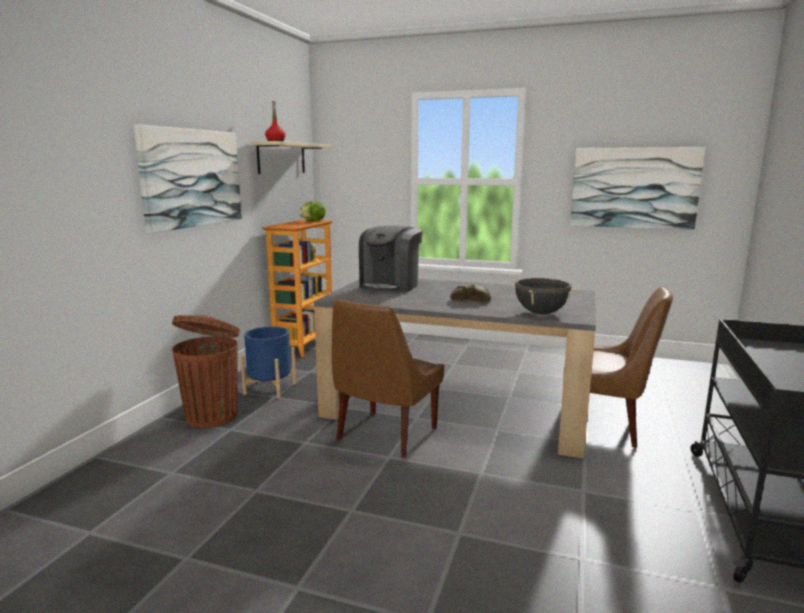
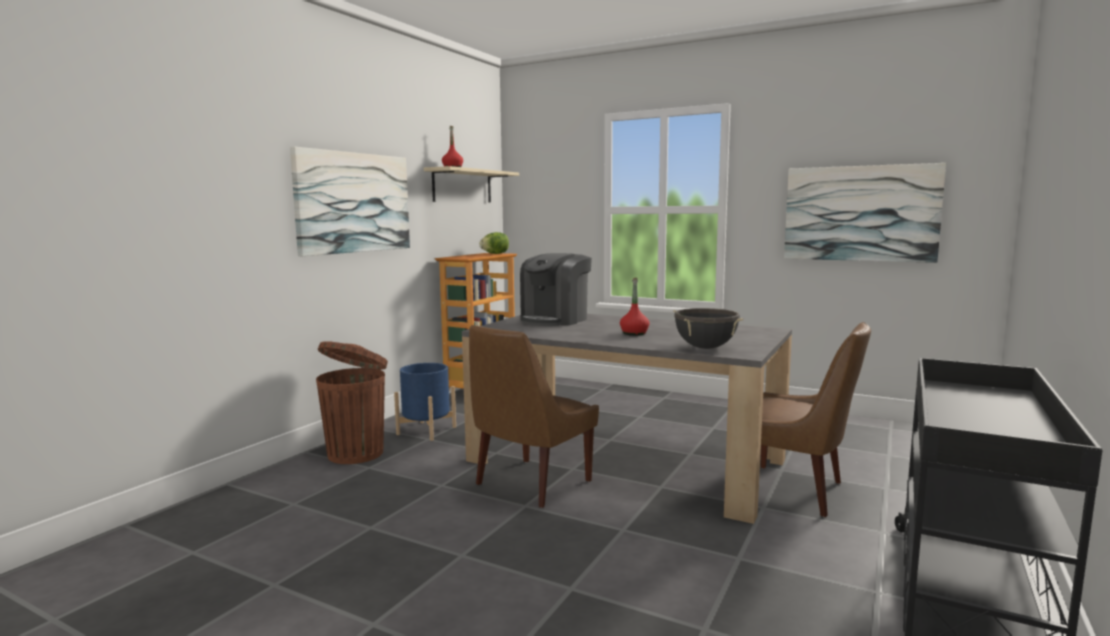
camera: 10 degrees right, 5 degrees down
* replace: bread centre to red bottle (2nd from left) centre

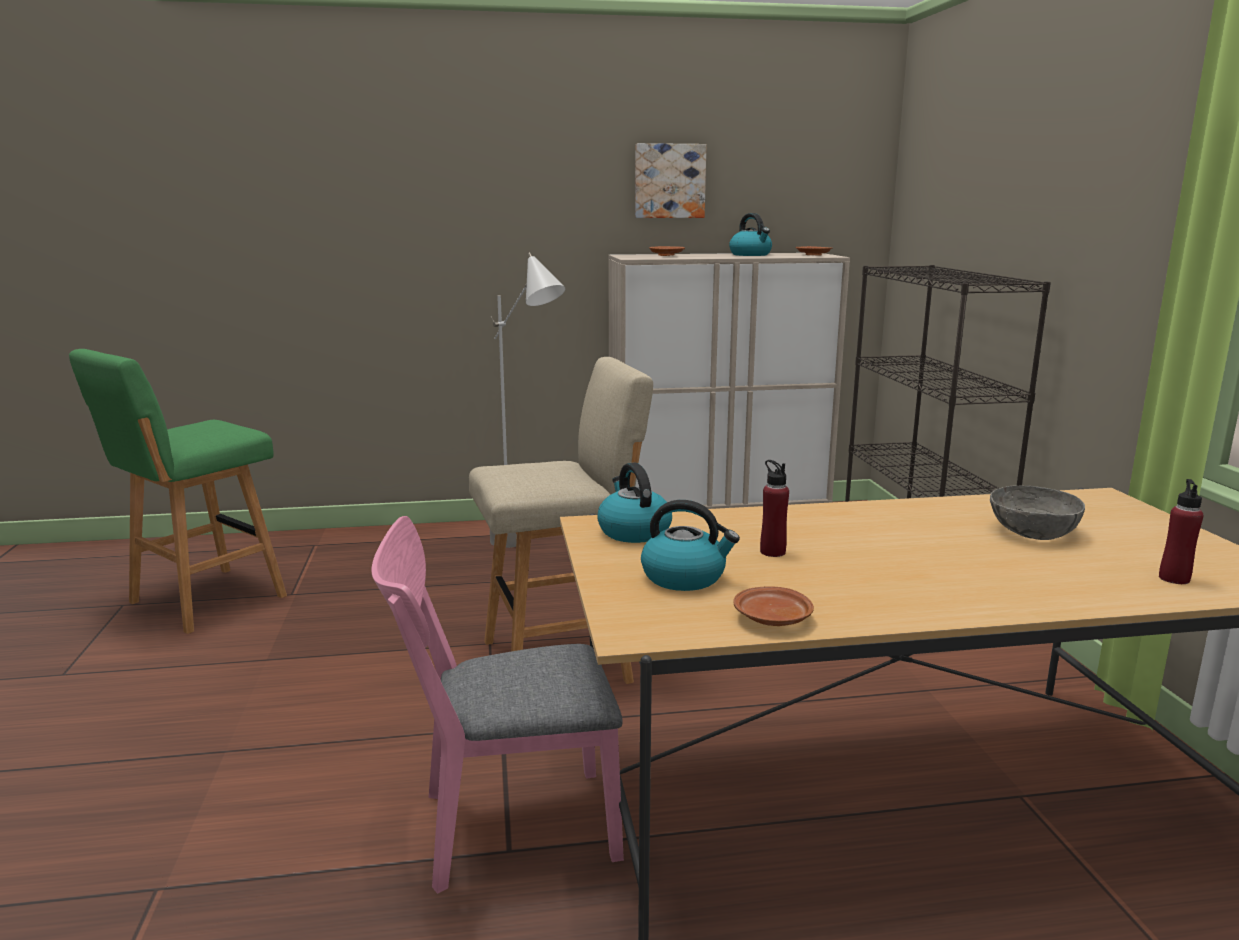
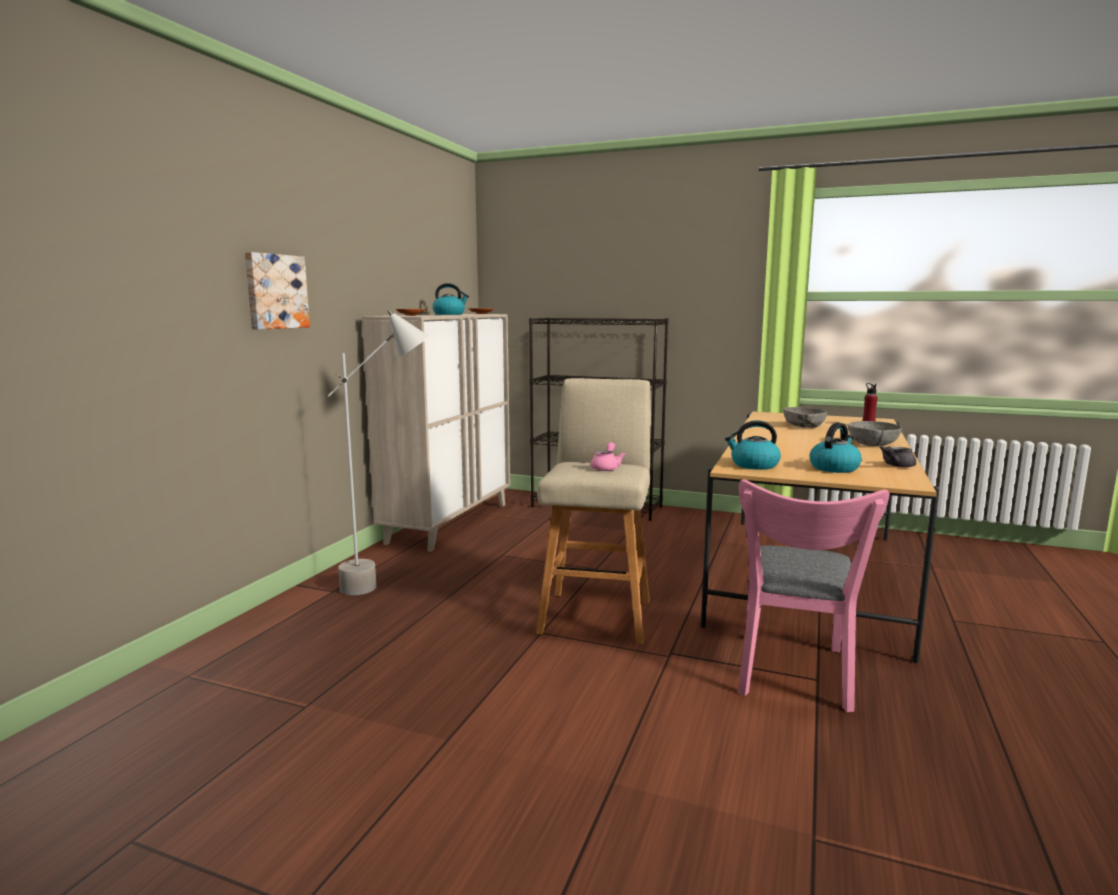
camera: 60 degrees left, 5 degrees down
* move: picture top centre to top left
* insert: pink teapot centre
* insert: grey bowl (2nd from left) middle right
* replace: brown plate (2nd from left) centre to grey teapot middle right
* delete: green stool middle left
* delete: red bottle (1st from left) centre

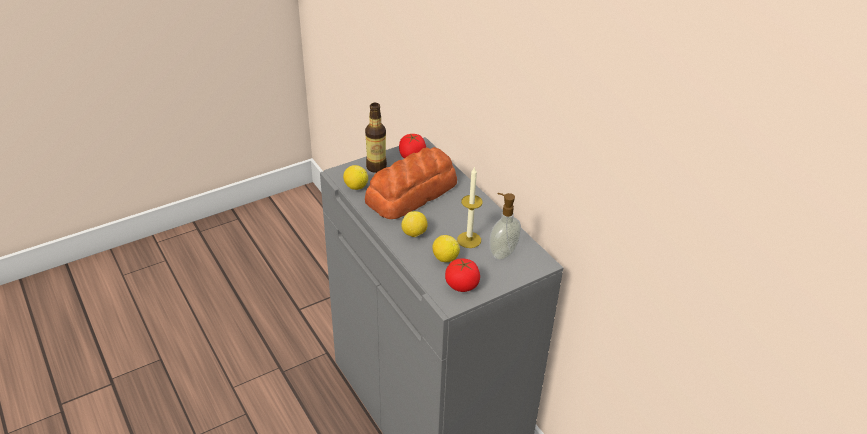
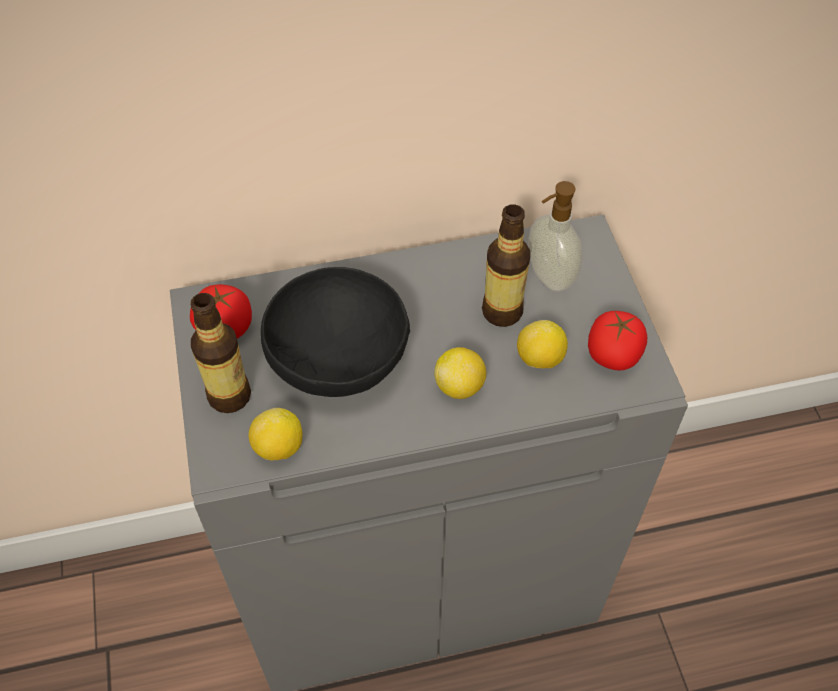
camera: 70 degrees left, 15 degrees up
* replace: bread centre to black bowl centre
* replace: candle centre to bottle (2nd from left) centre

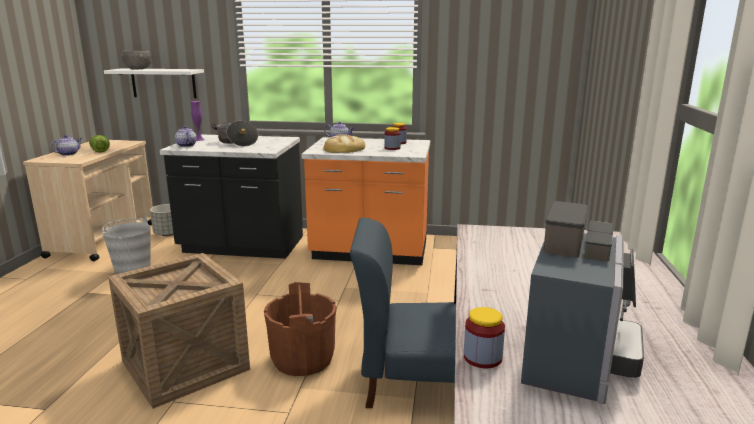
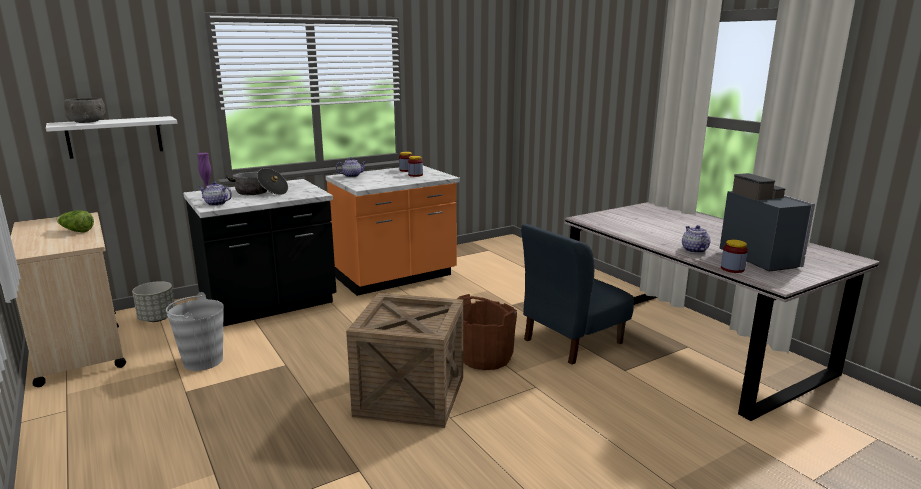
camera: 40 degrees left, 0 degrees up
* move: teapot (1st from left in the first image) middle left to teapot (3rd from left) middle right
* delete: bread centre

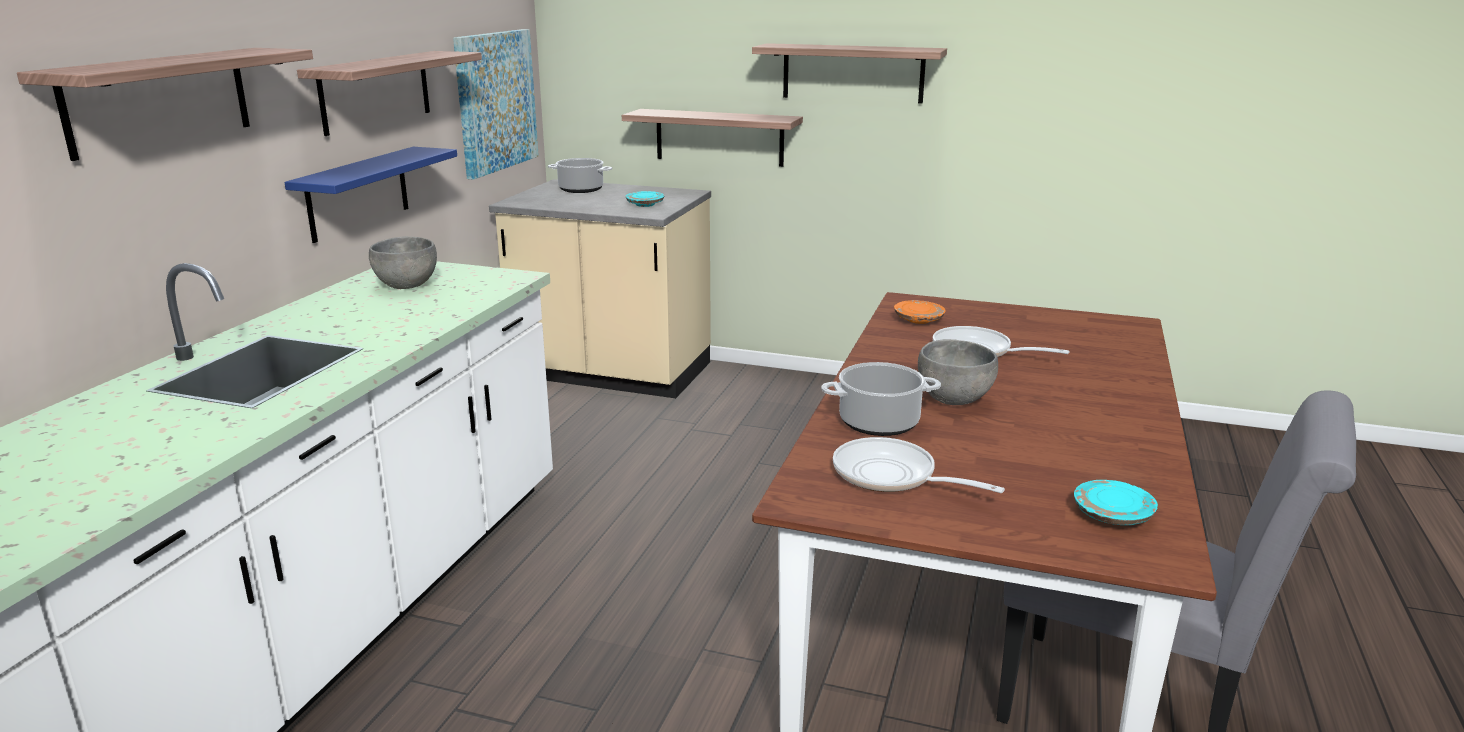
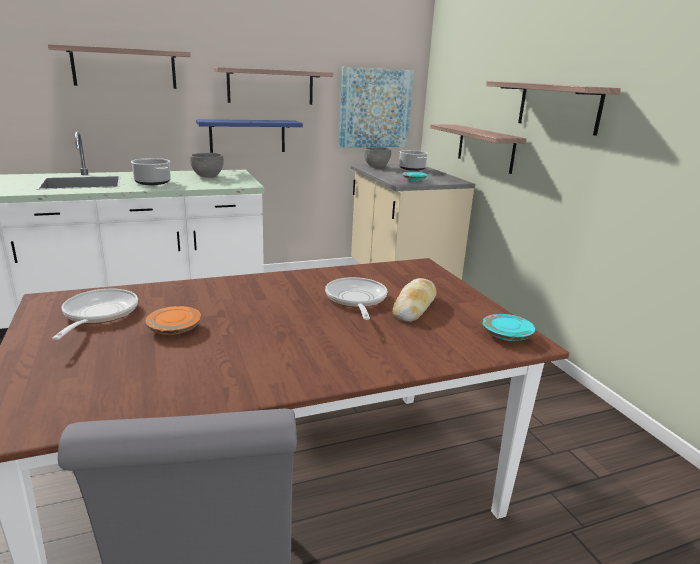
camera: 50 degrees right, 0 degrees up
* move: cooking pot (2nd from left in the first image) centre to cooking pot (1st from left) top left
* move: orange plate centre to middle left
* move: grey bowl (2nd from left) centre to top centre
* insert: bread centre
* move: turquoise plate (2nd from left) bottom right to middle right

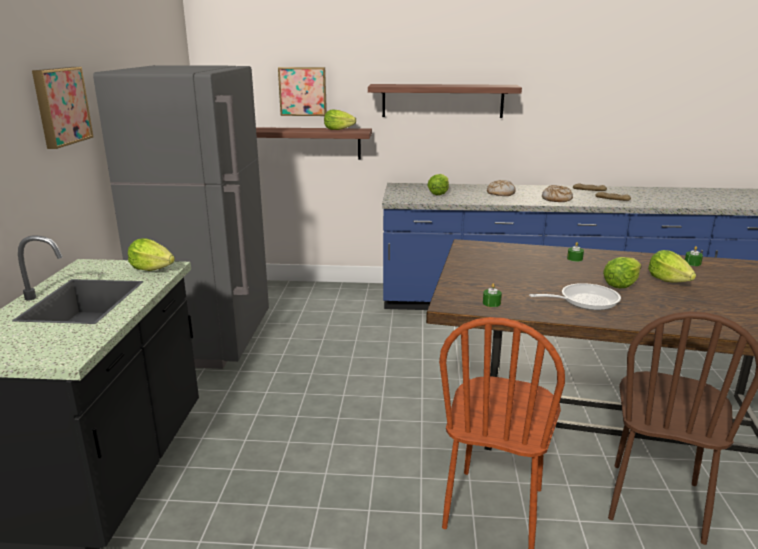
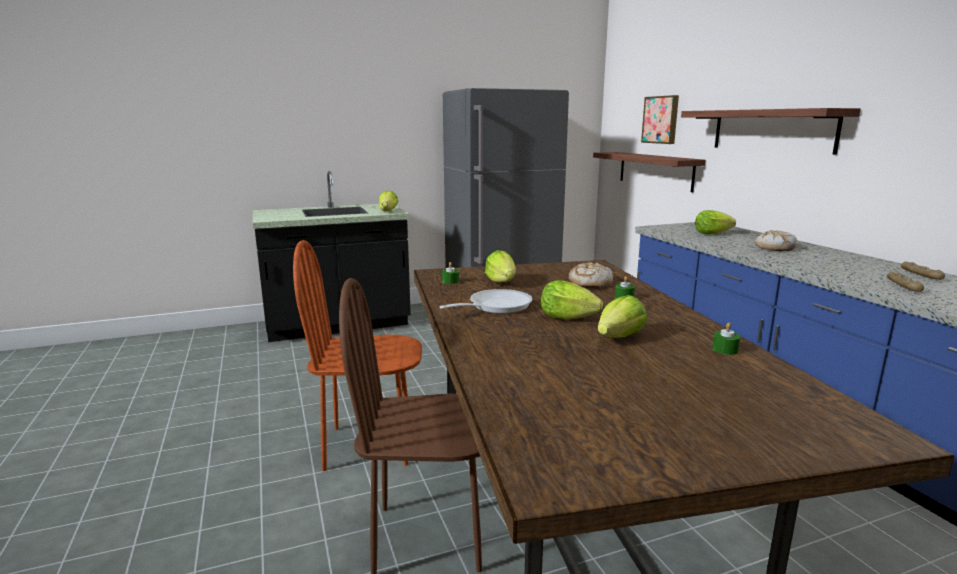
camera: 65 degrees right, 5 degrees down
* rotate: frying pan middle right = centre 90 degrees counterclockwise
* move: lettuce (2nd from left) top centre to centre
* move: bread (2nd from left in the first image) middle right to bread (1st from left) centre
* delete: picture (1st from left) top left

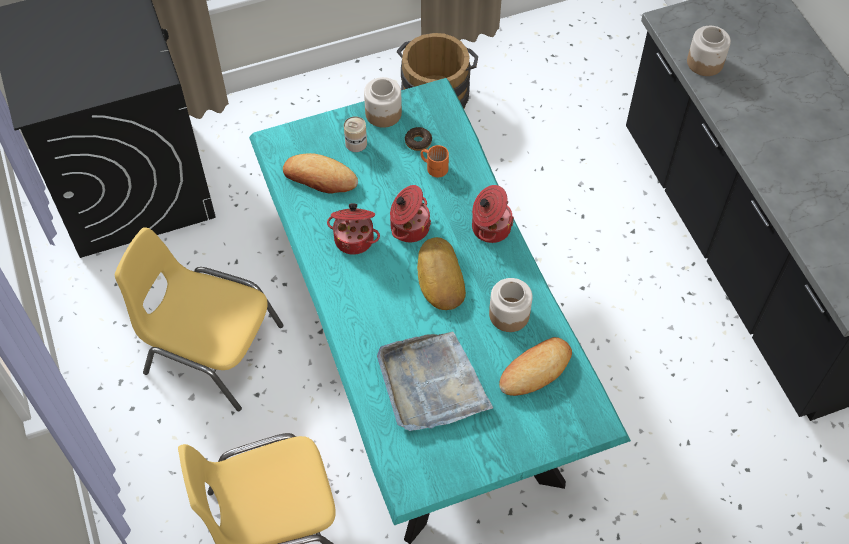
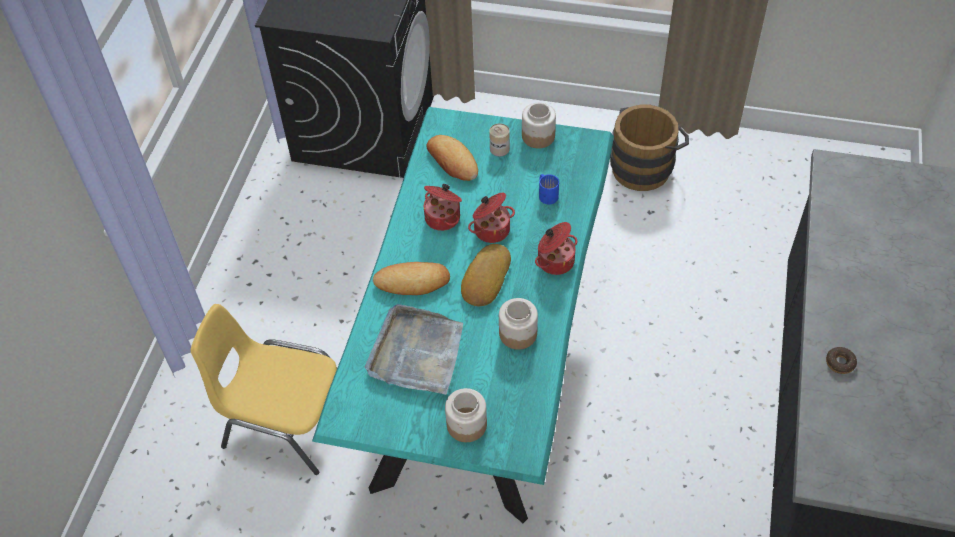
camera: 35 degrees right, 5 degrees down
* move: bread (3rd from left in the first image) bottom centre to bread (1st from left) centre
* move: jar (3rd from left in the first image) top right to jar (1st from left) bottom centre
* recolor: orange mug top centre to blue mug centre
* move: donut top centre to bottom right
* delete: yellow chair (1st from left) middle left

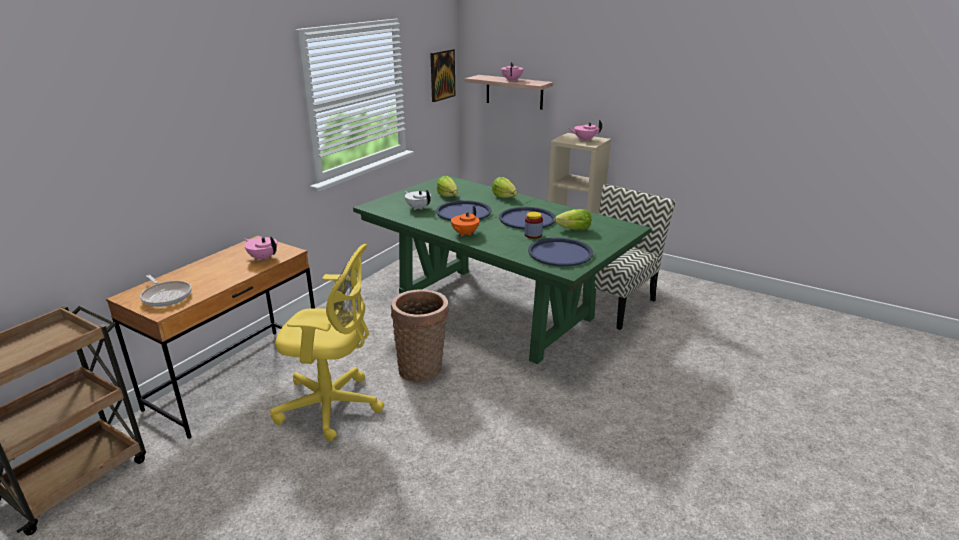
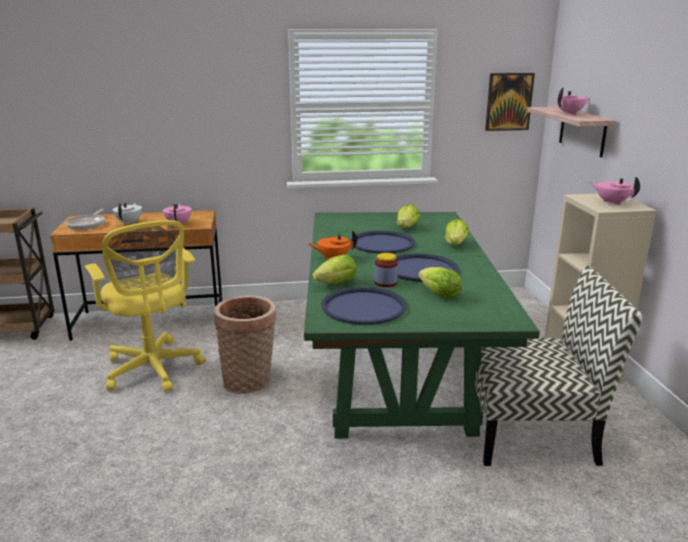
camera: 50 degrees right, 5 degrees down
* move: white teapot centre to middle left
* insert: lettuce (1st from left) centre

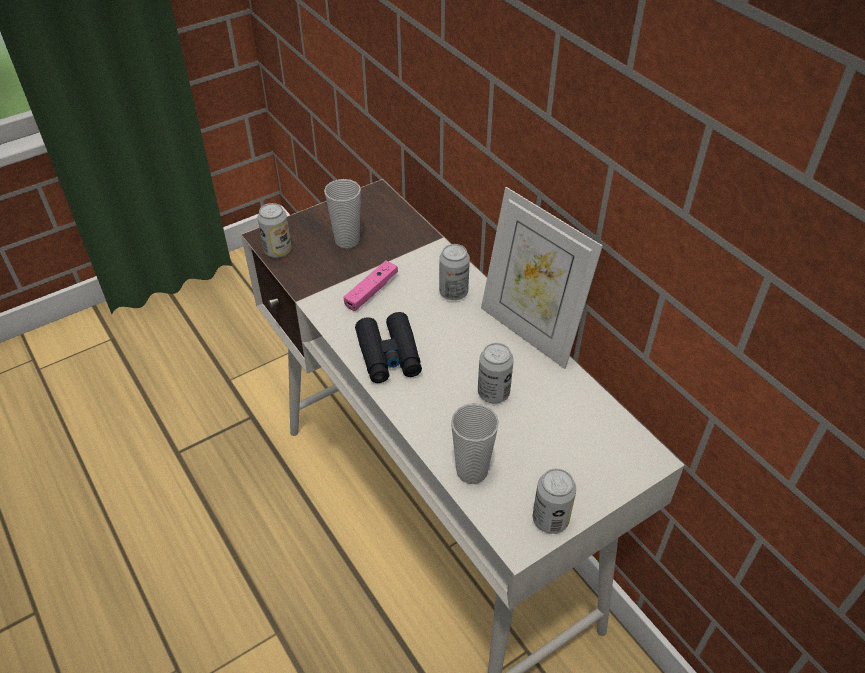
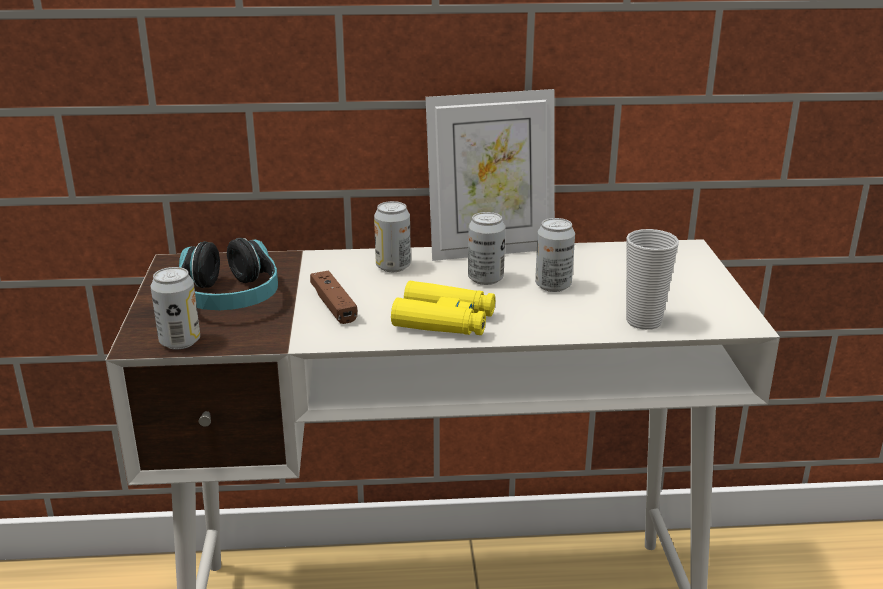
camera: 60 degrees left, 20 degrees down
* replace: cup (1st from left) top centre to headphones middle left
* recolor: pink game controller centre to brown game controller centre
* recolor: black binoculars centre to yellow binoculars centre
* move: can (4th from left in the first image) bottom centre to can (3rd from left) centre

